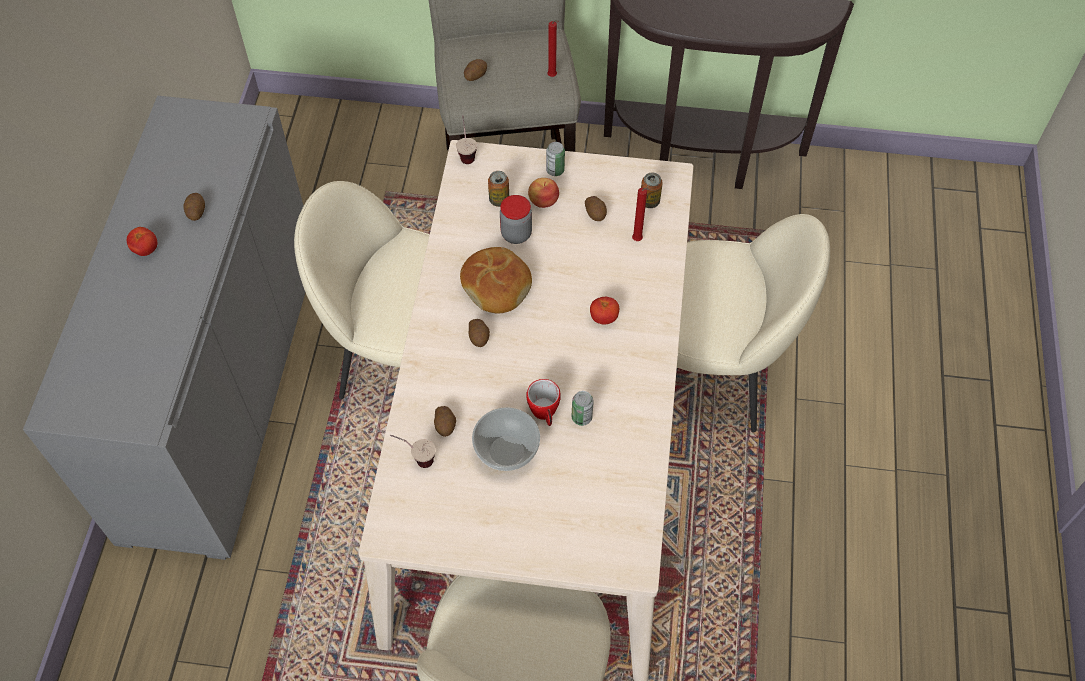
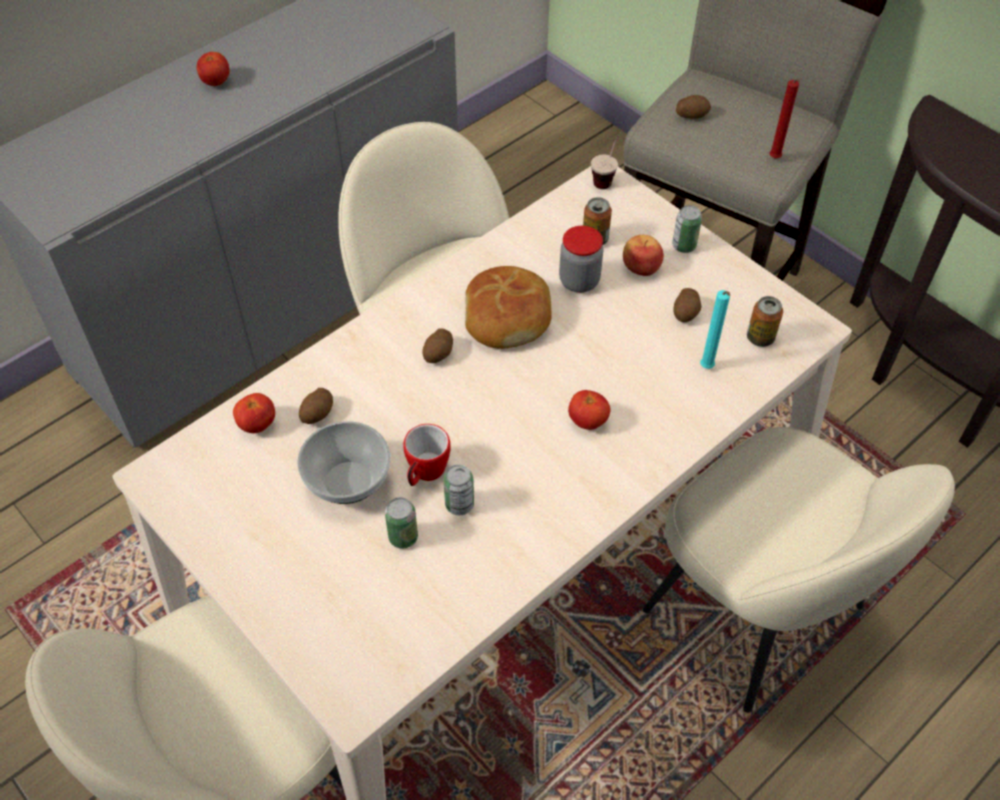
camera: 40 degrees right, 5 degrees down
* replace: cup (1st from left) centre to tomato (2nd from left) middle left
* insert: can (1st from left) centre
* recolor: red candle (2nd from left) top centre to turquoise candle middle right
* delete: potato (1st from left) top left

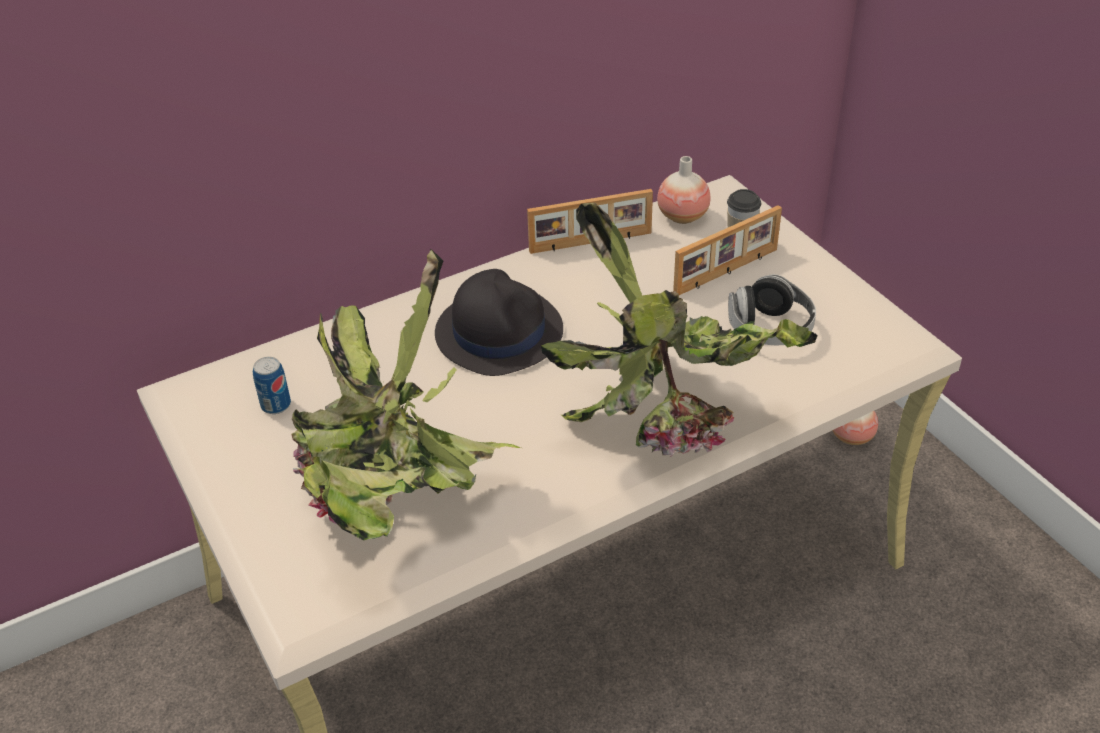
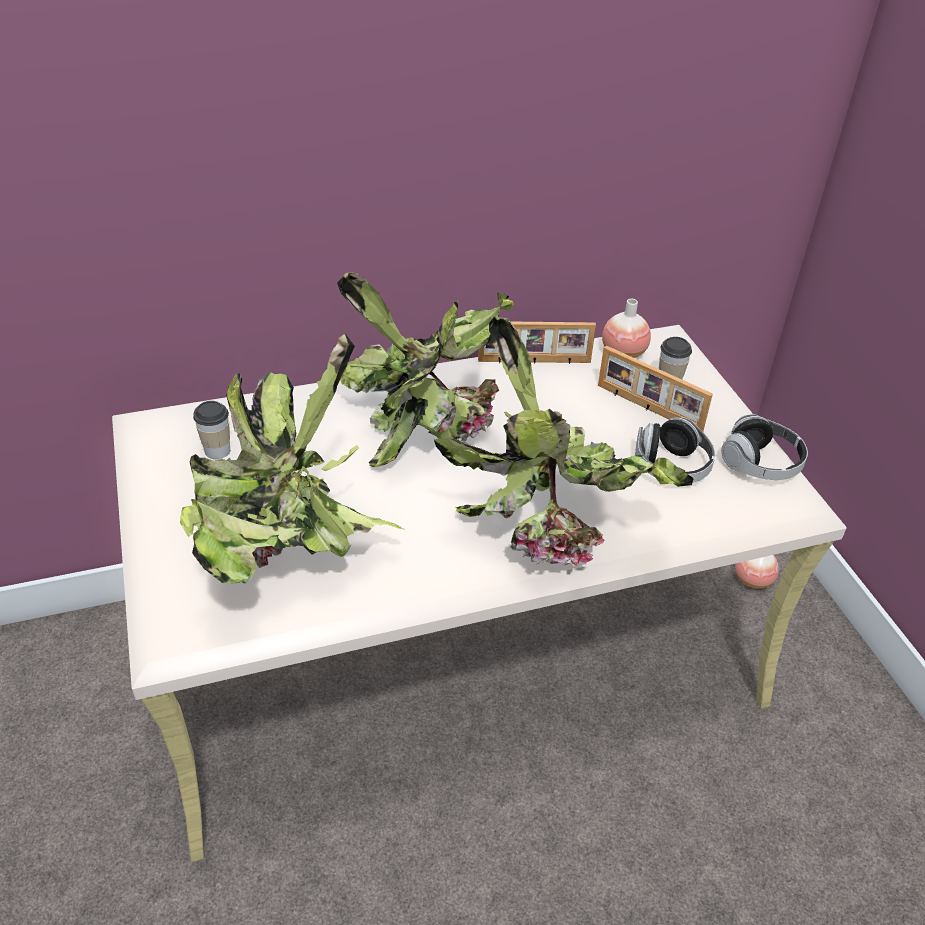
camera: 10 degrees right, 0 degrees up
* replace: can middle left to cup (1st from left) middle left
* replace: black hat centre to potted plant (2nd from left) centre
* rotate: picture frame (2nd from left) centre = middle right 60 degrees clockwise
* insert: headphones (2nd from left) middle right

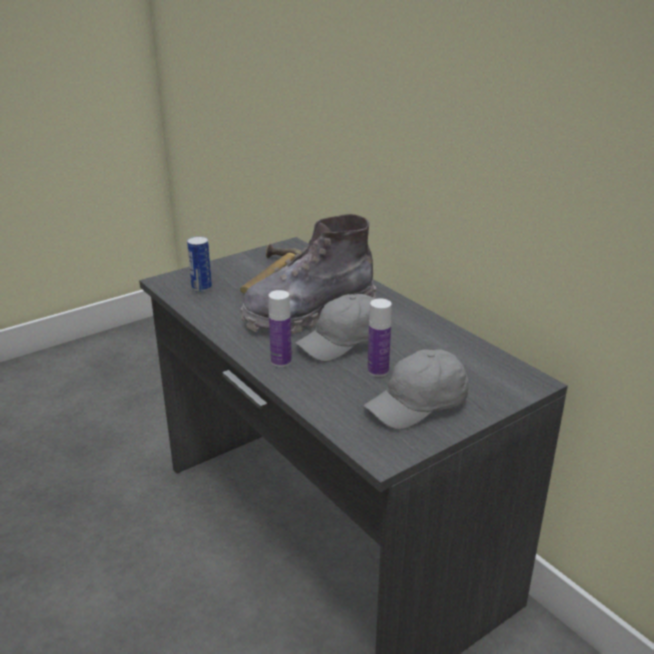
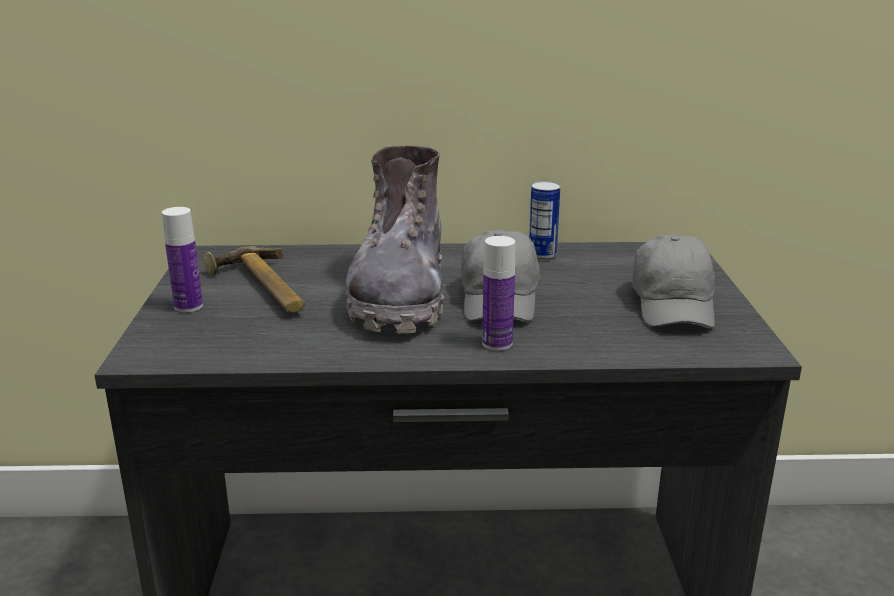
camera: 55 degrees left, 5 degrees down
* move: bottle (2nd from left in the first image) centre to bottle (1st from left) middle left
* move: can middle left to centre

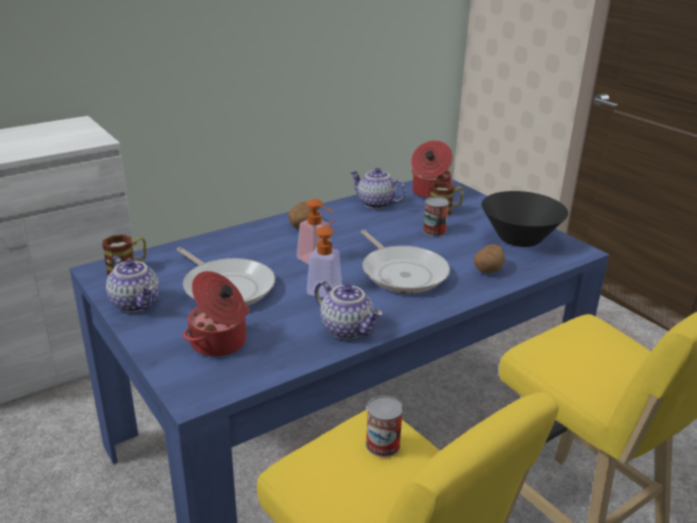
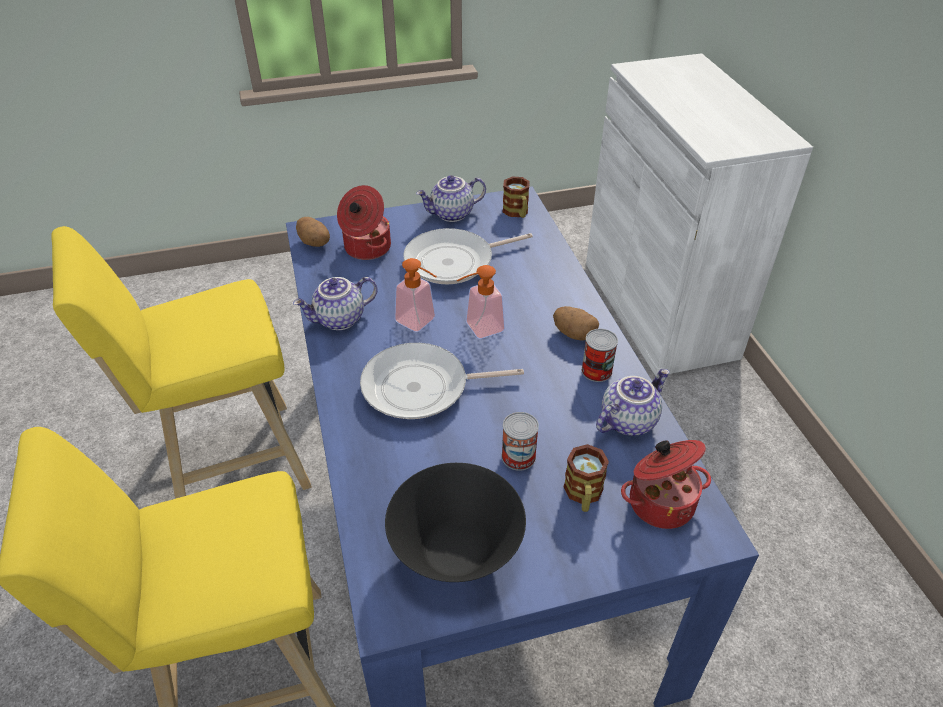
camera: 110 degrees right, 15 degrees up
* move: potato (2nd from left in the first image) middle right to potato (1st from left) top left
* move: can (1st from left in the first image) bottom centre to can (2nd from left) centre

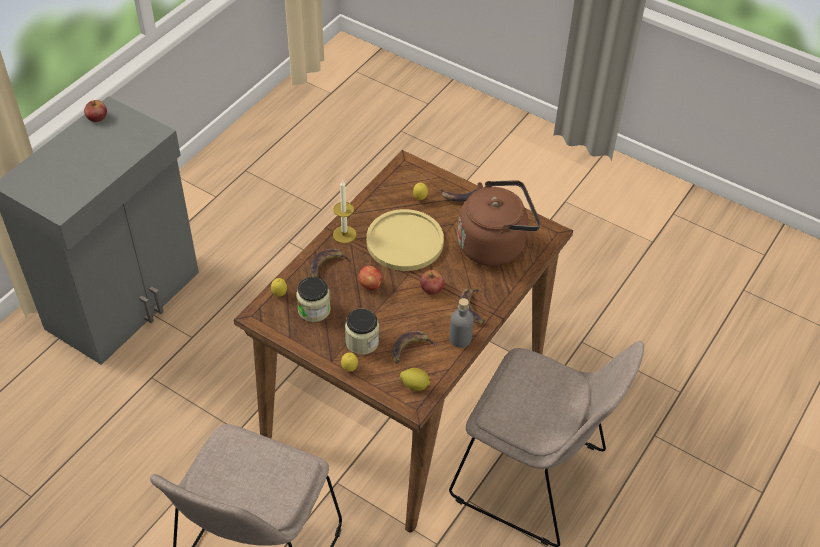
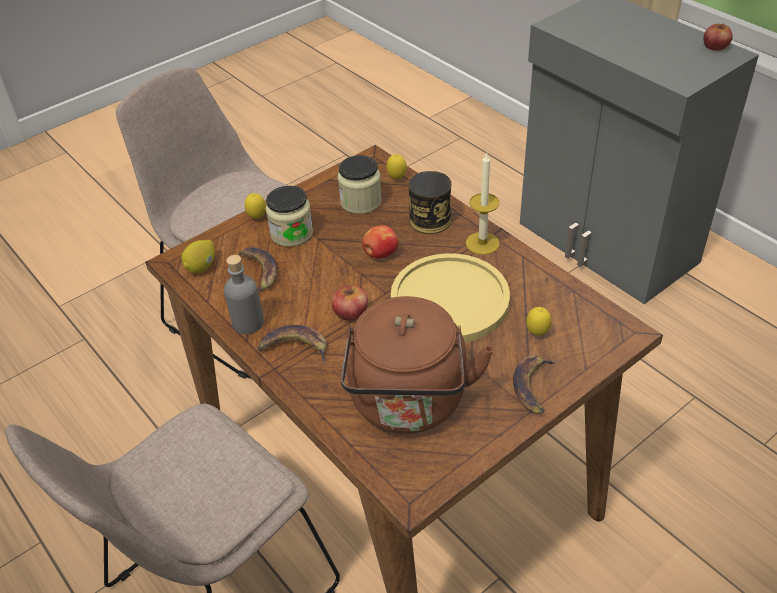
camera: 110 degrees right, 5 degrees down
* replace: banana (1st from left) centre to can centre

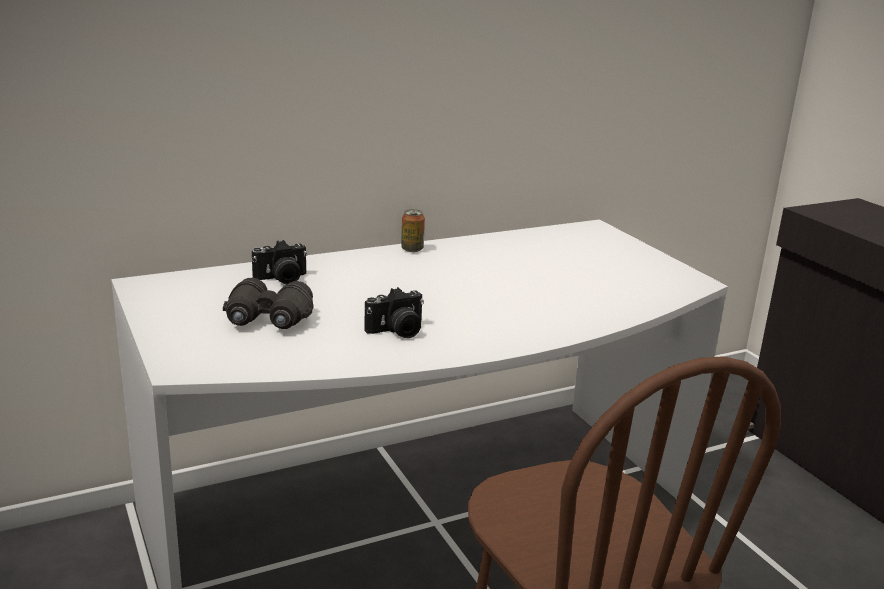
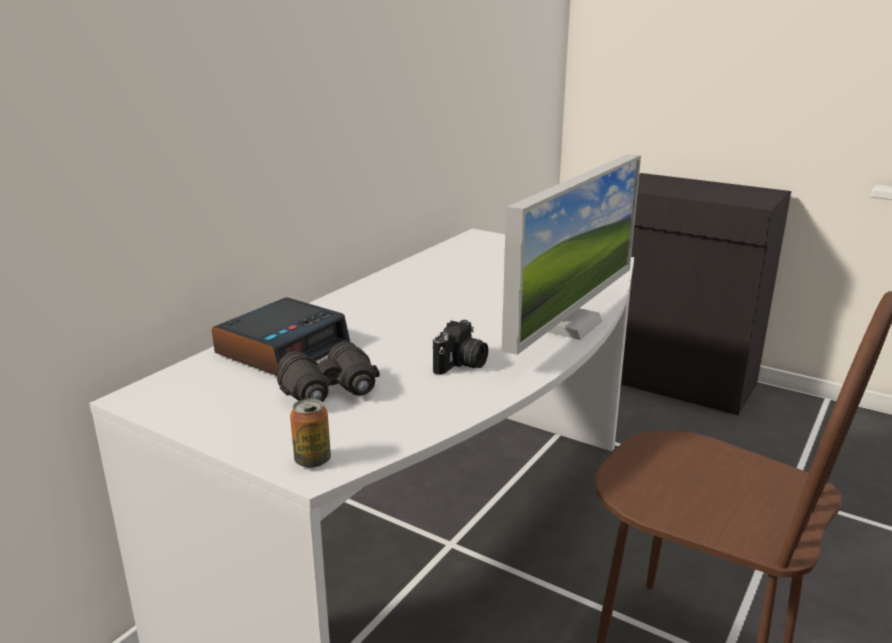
camera: 30 degrees left, 0 degrees up
* replace: photo camera (1st from left) middle left to alarm clock middle left
* move: can centre to bottom centre
* insert: monitor centre

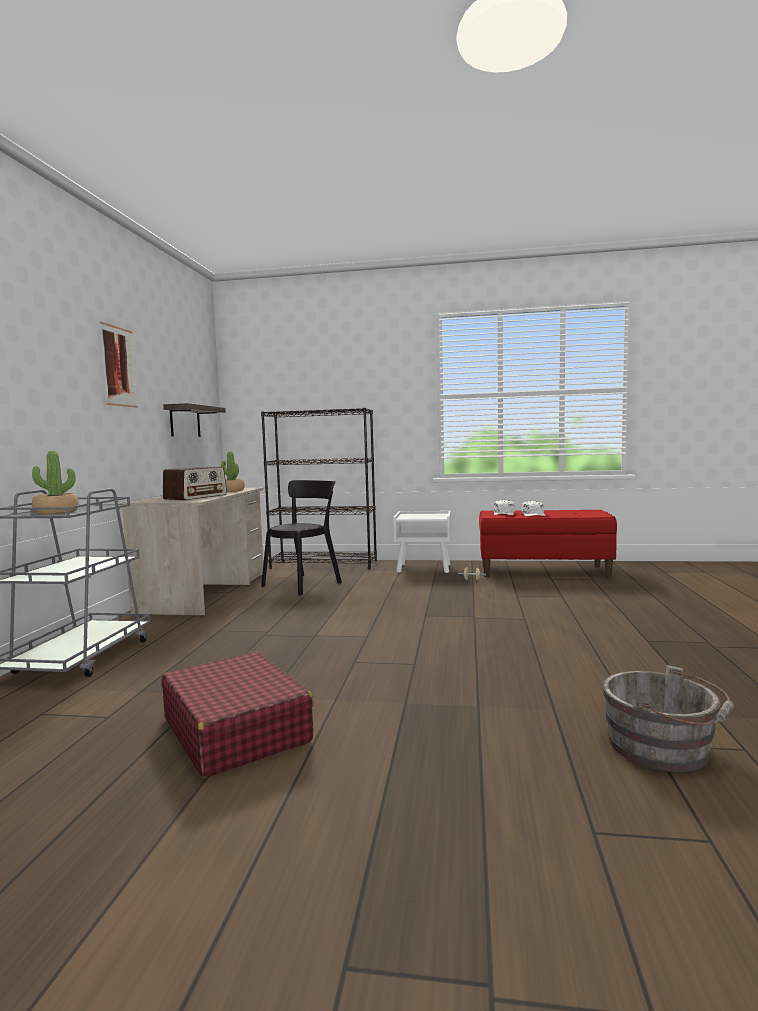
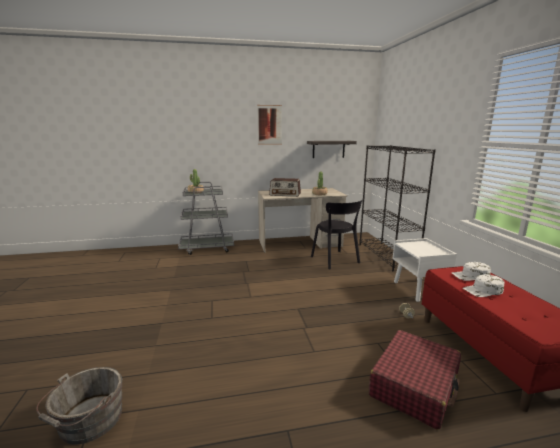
camera: 70 degrees right, 10 degrees up
* rotate: black chair centre = centre 45 degrees clockwise
* move: red suitcase bottom left to bottom right

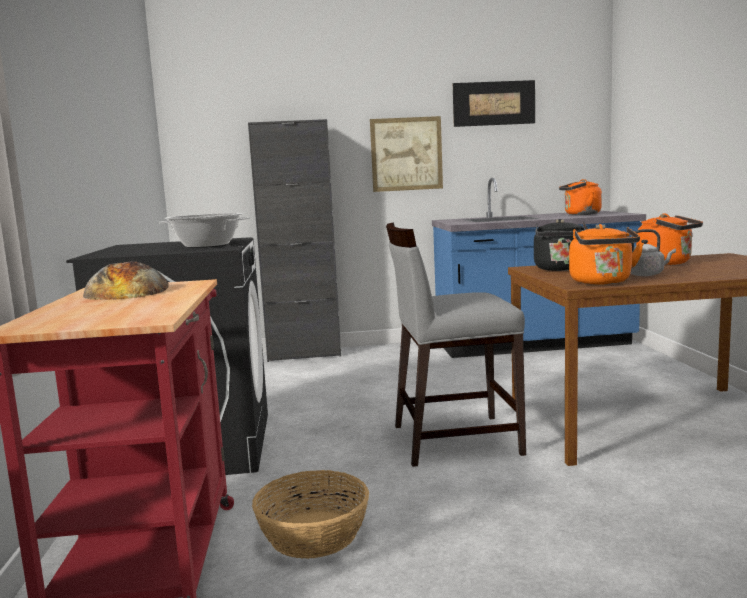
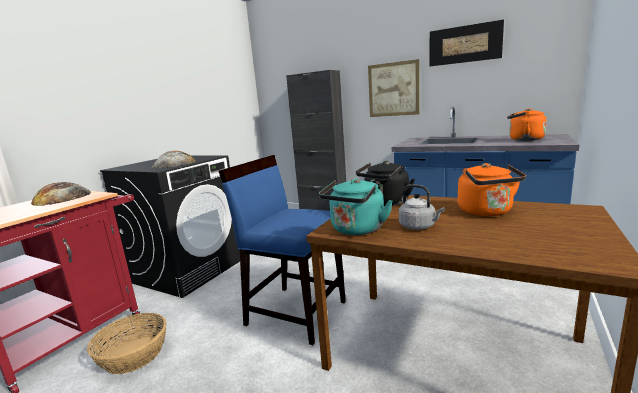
camera: 35 degrees right, 5 degrees up
* replace: cooking pot middle left to bread (2nd from left) middle left
* recolor: grey chair centre to blue chair centre
* recolor: orange kettle (2nd from left) middle right to turquoise kettle centre

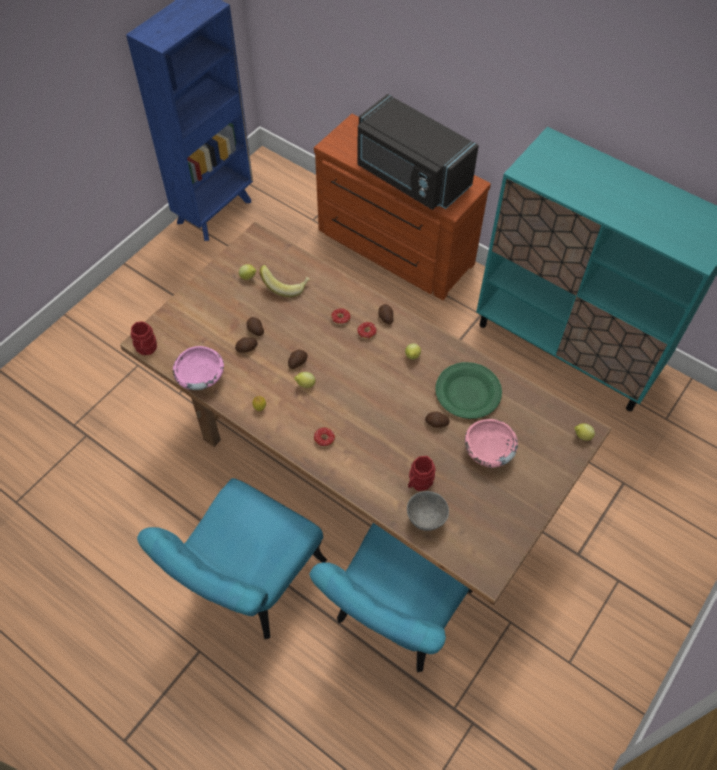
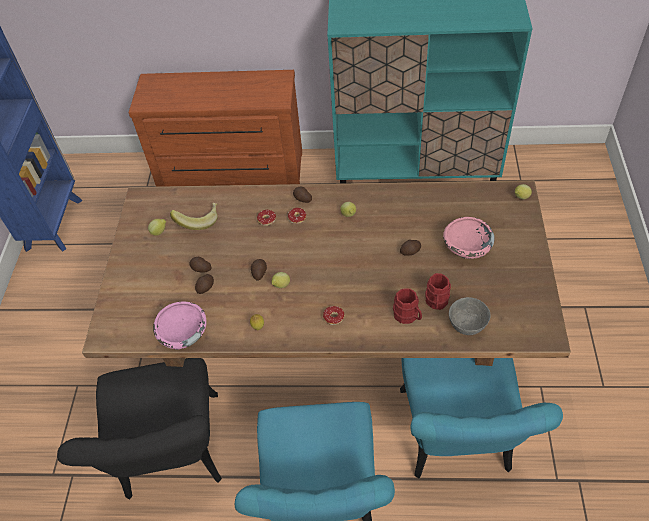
camera: 30 degrees left, 5 degrees down
* insert: black chair bottom left
* move: red mug (1st from left) middle left to centre
* delete: black microwave top centre
* delete: green plate centre

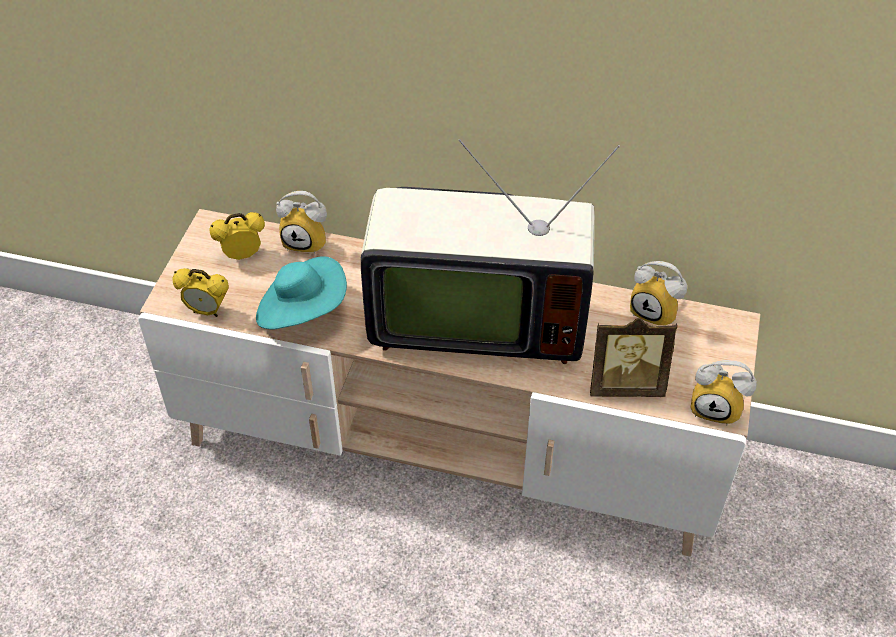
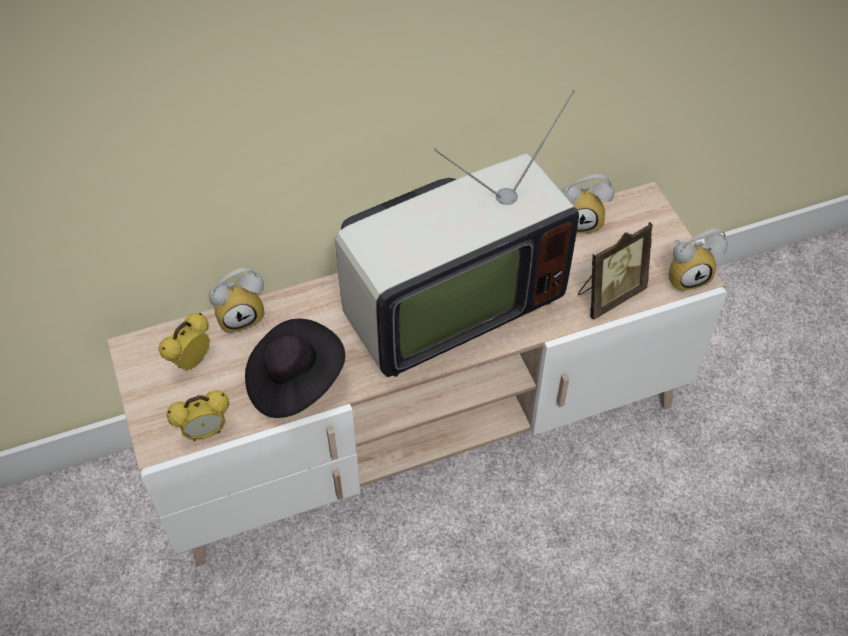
camera: 35 degrees left, 5 degrees up
* recolor: turquoise hat centre to black hat centre

